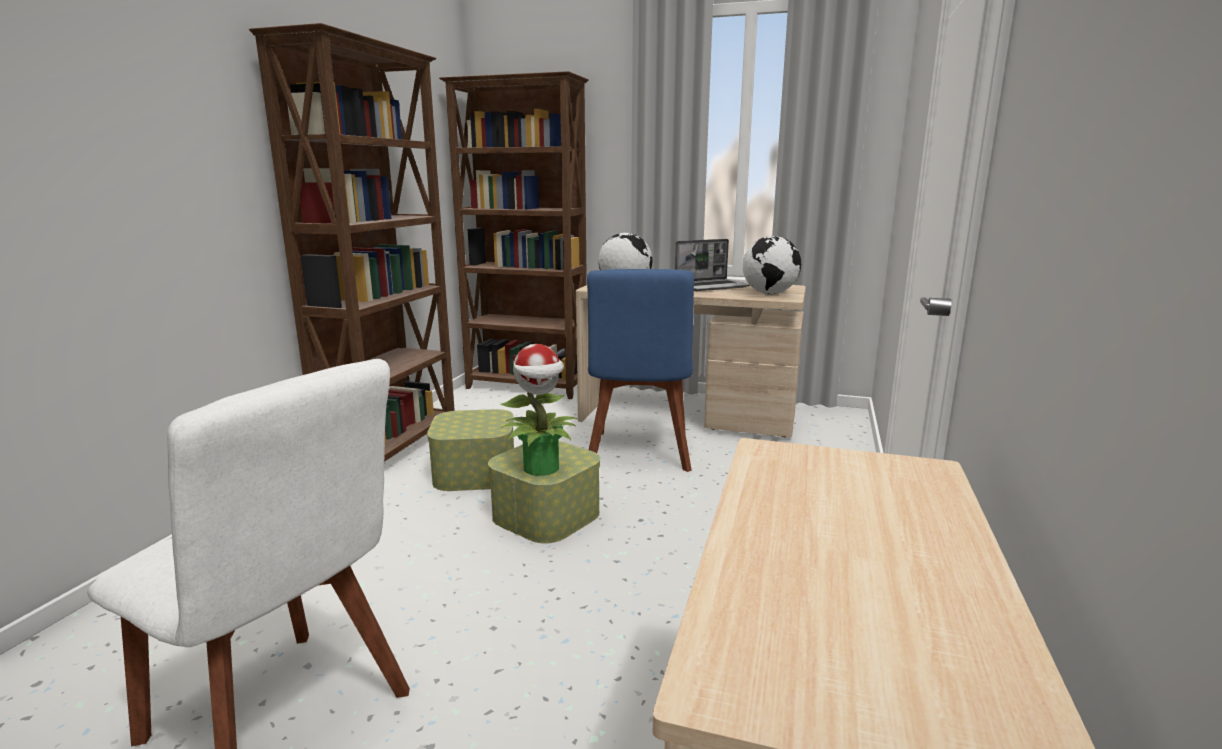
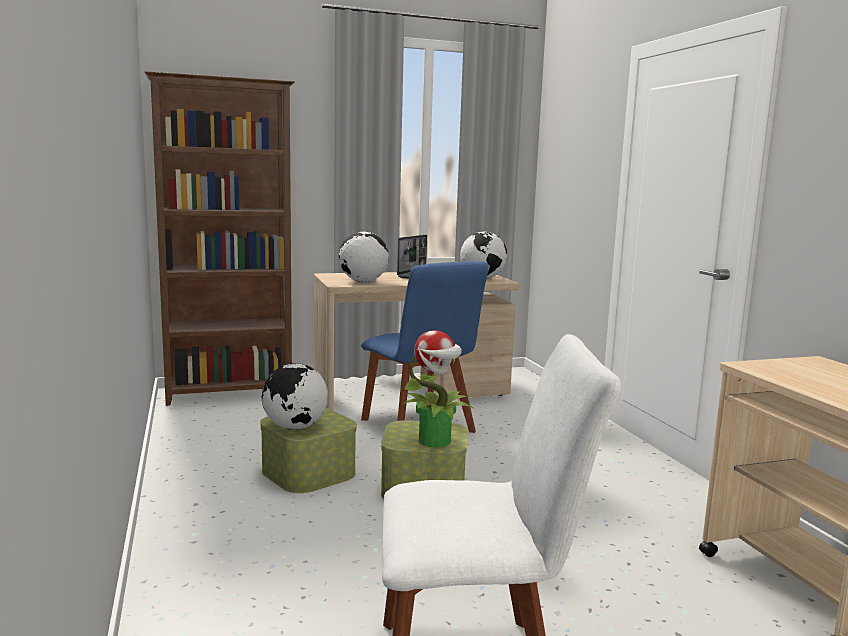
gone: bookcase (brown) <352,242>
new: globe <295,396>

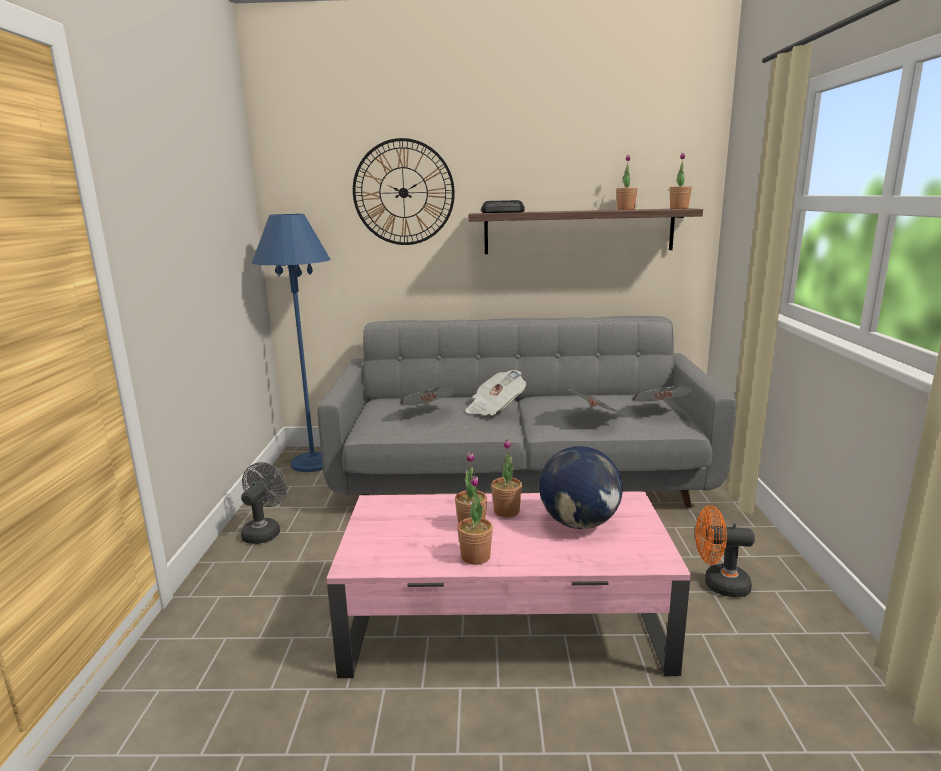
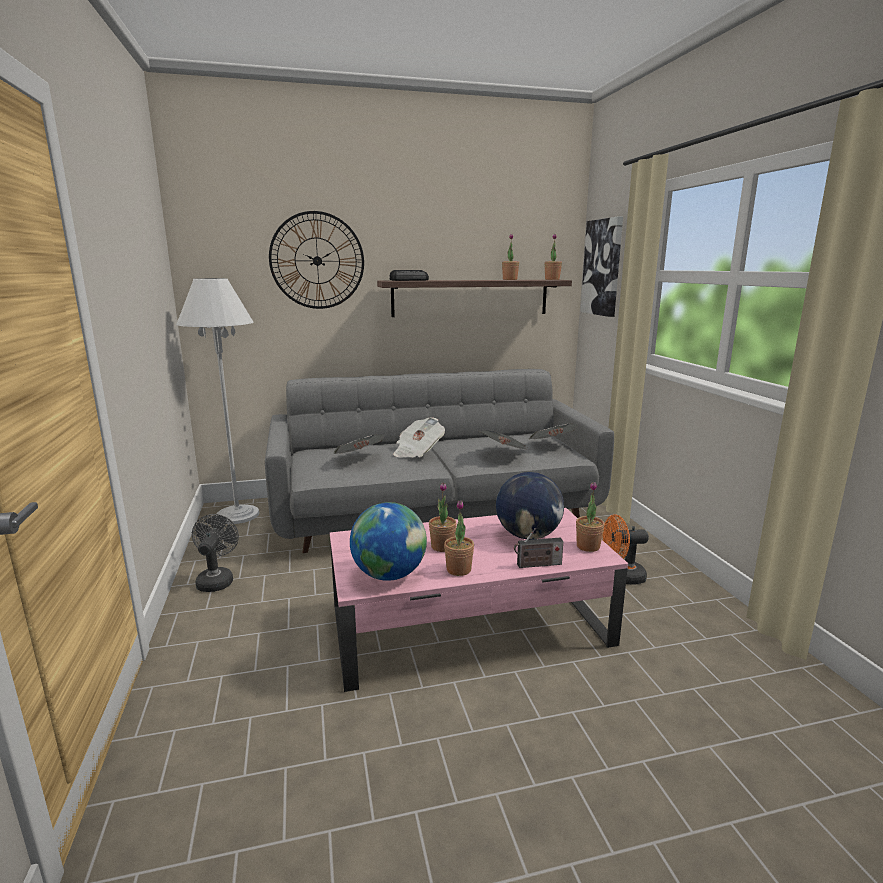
new: globe <388,541>; radio <538,548>; picture <601,266>
shifted: potted plant <506,478> to <590,517>
repainted: floor lamp (blue) <291,343> to floor lamp (white) <217,401>

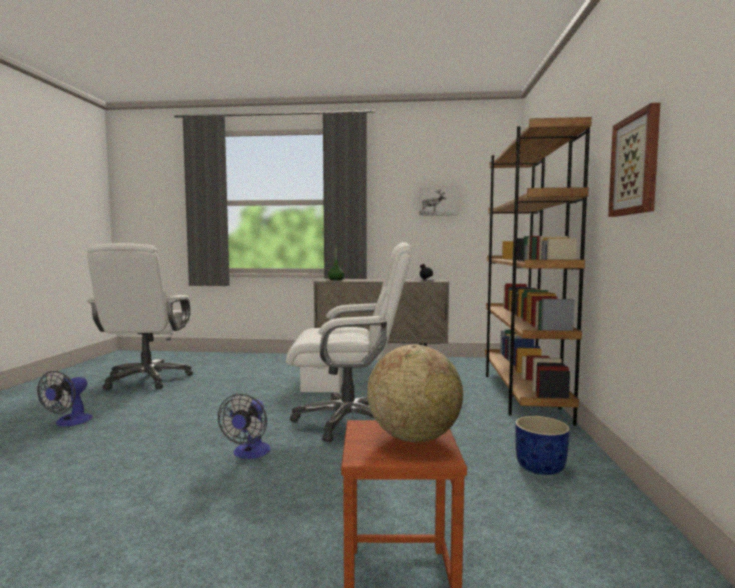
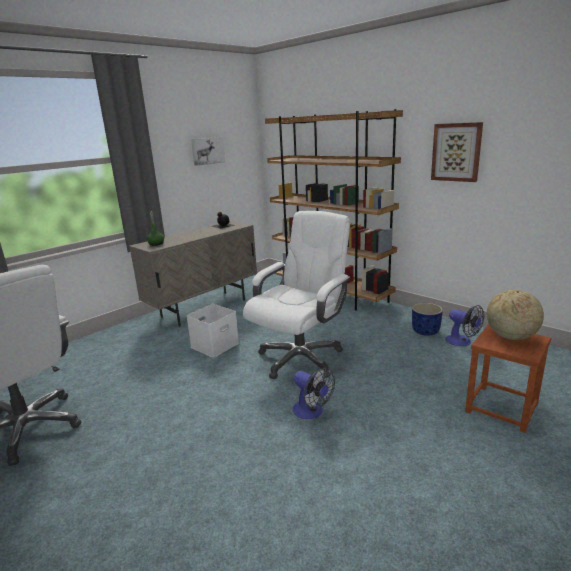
shifted: fan <64,398> to <464,325>

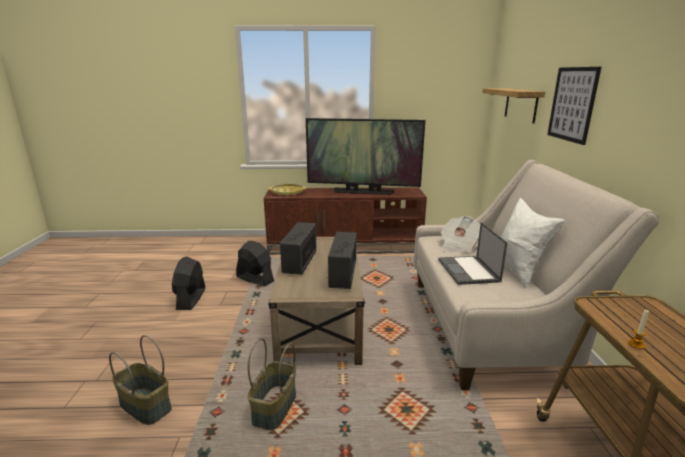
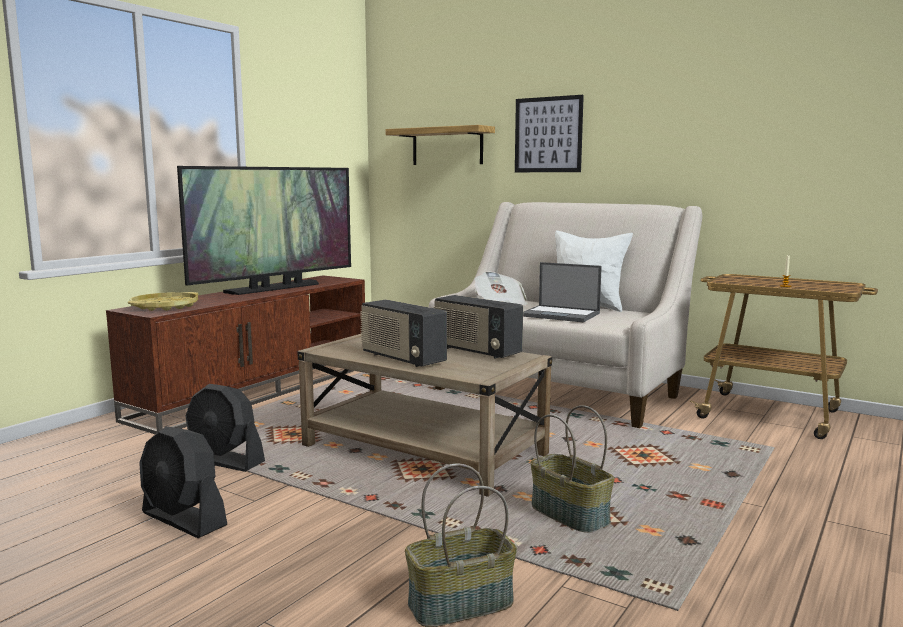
rotated: fan (black) <255,264> = <225,428> 135 degrees counterclockwise

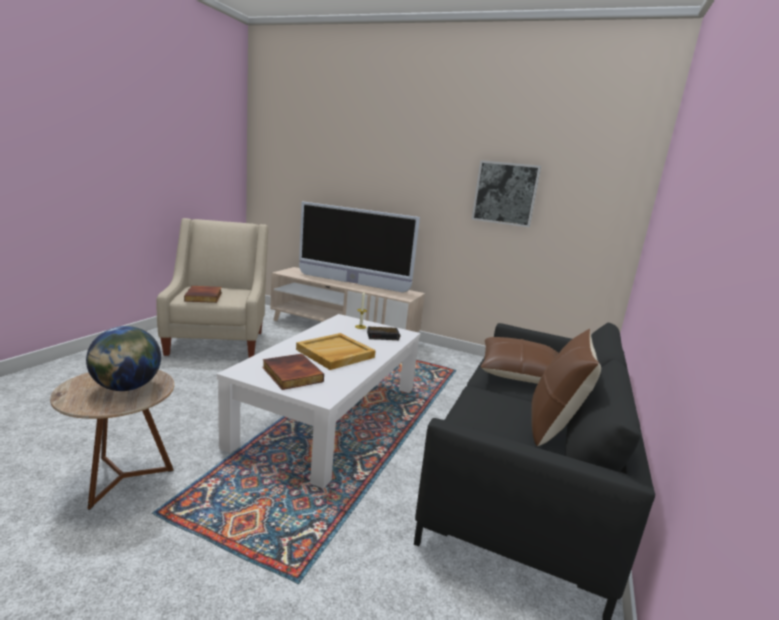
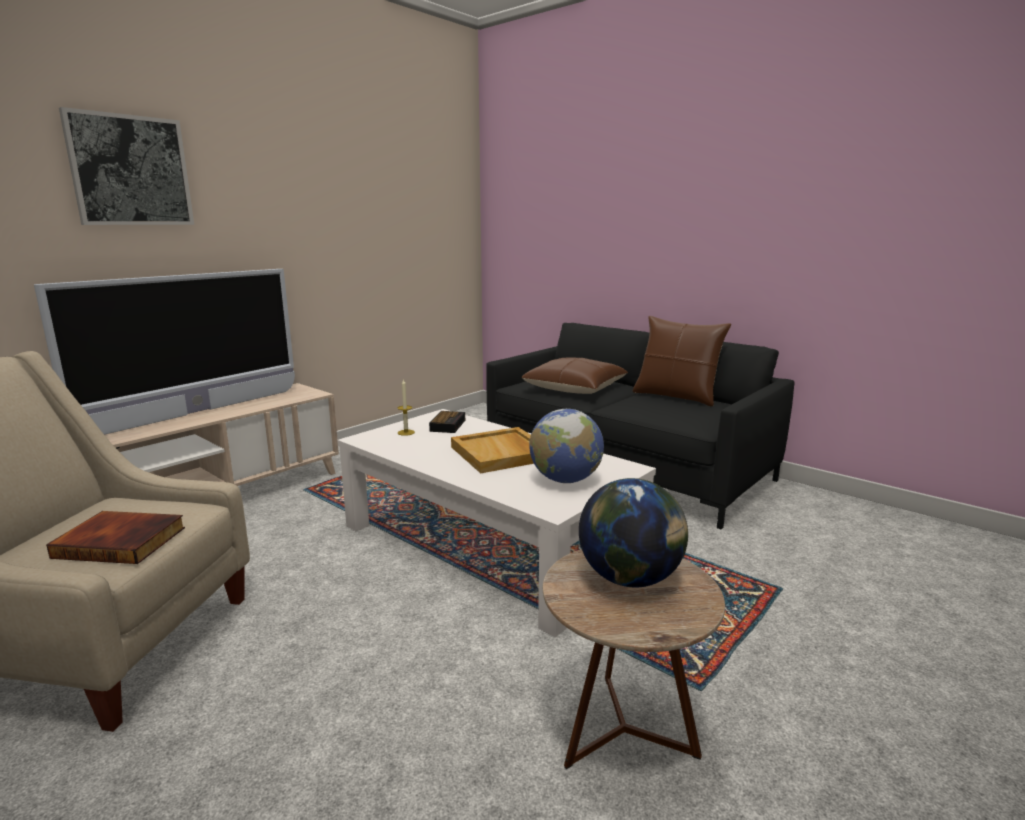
shifted: picture <506,193> to <126,166>
swapped: book <293,372> to globe <566,446>

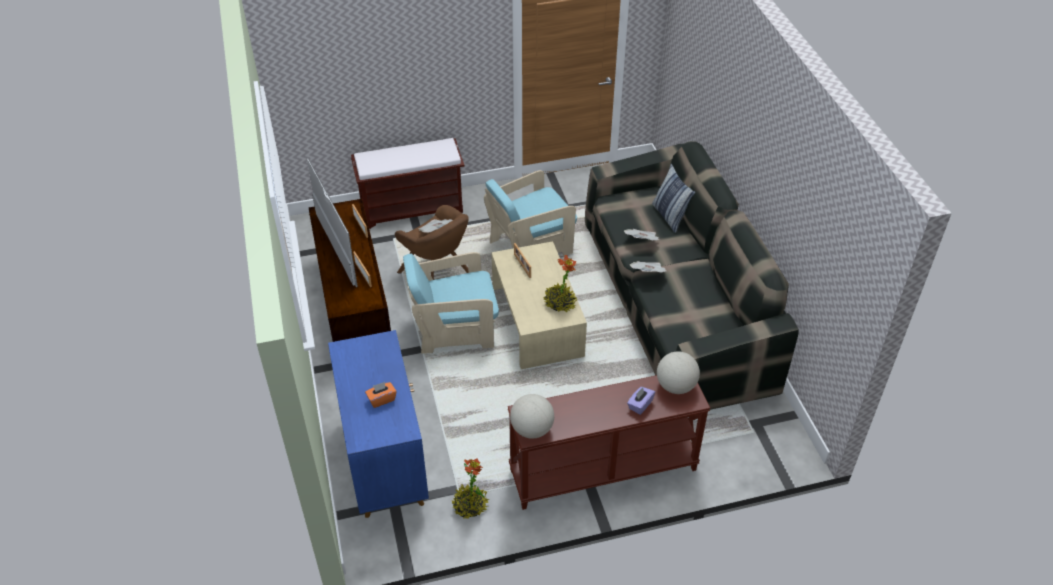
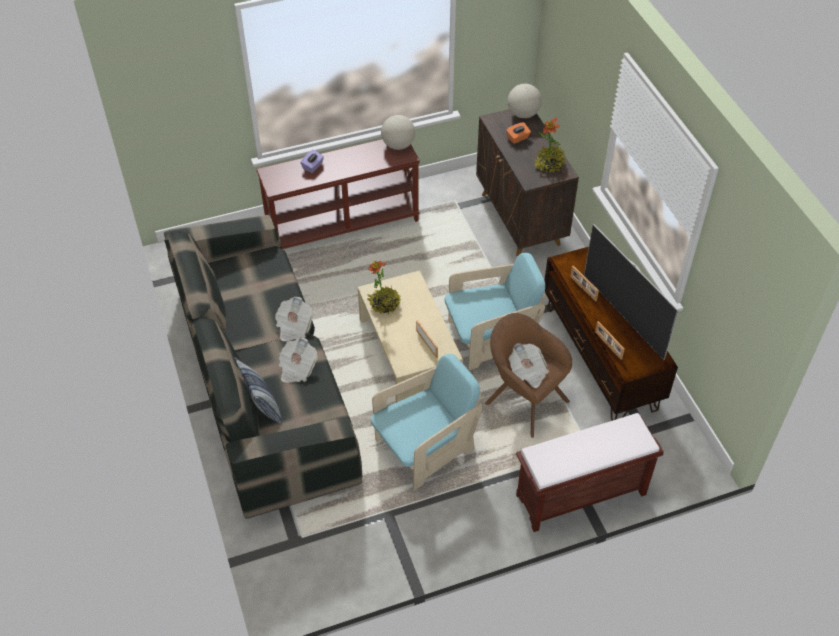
shifted: globe <678,372> to <525,101>; potted plant <470,489> to <550,145>
repainted: cabinet (blue) <378,424> to cabinet (brown) <527,183>

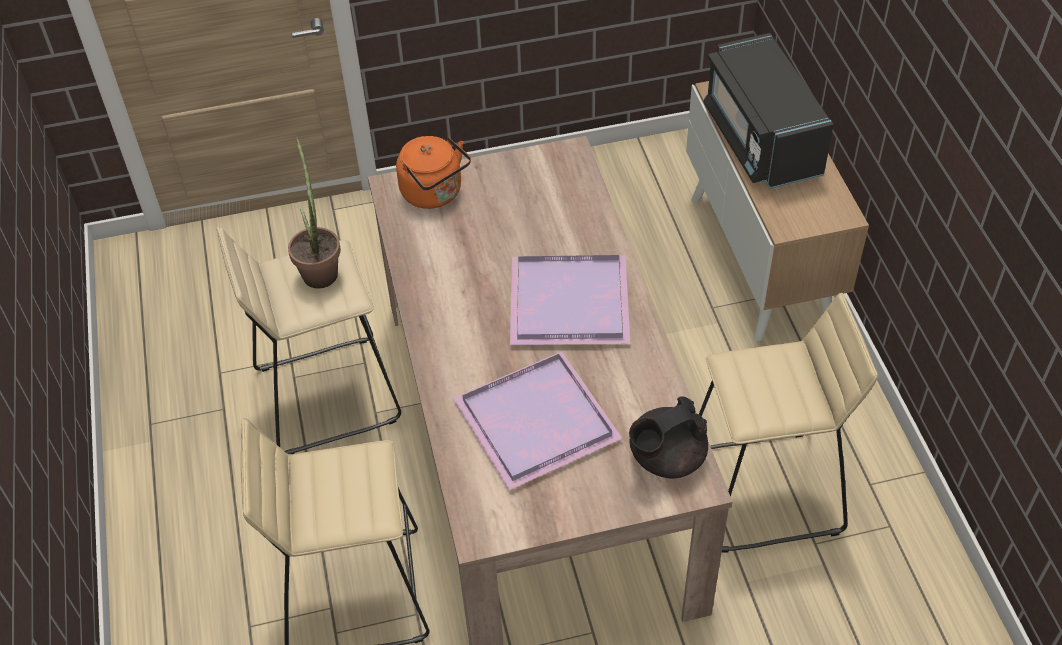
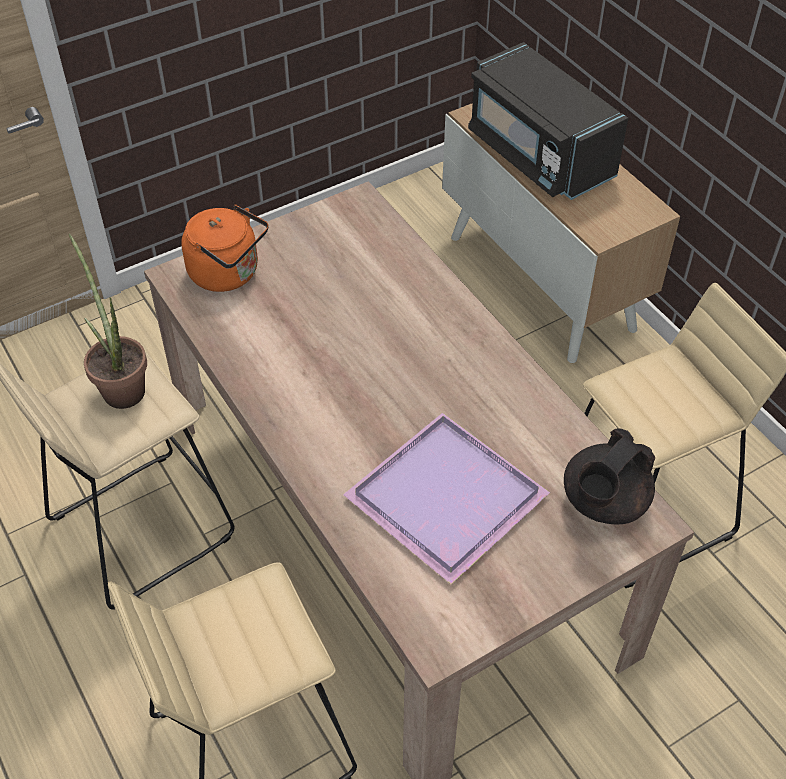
gone: tray (purple) <570,300>

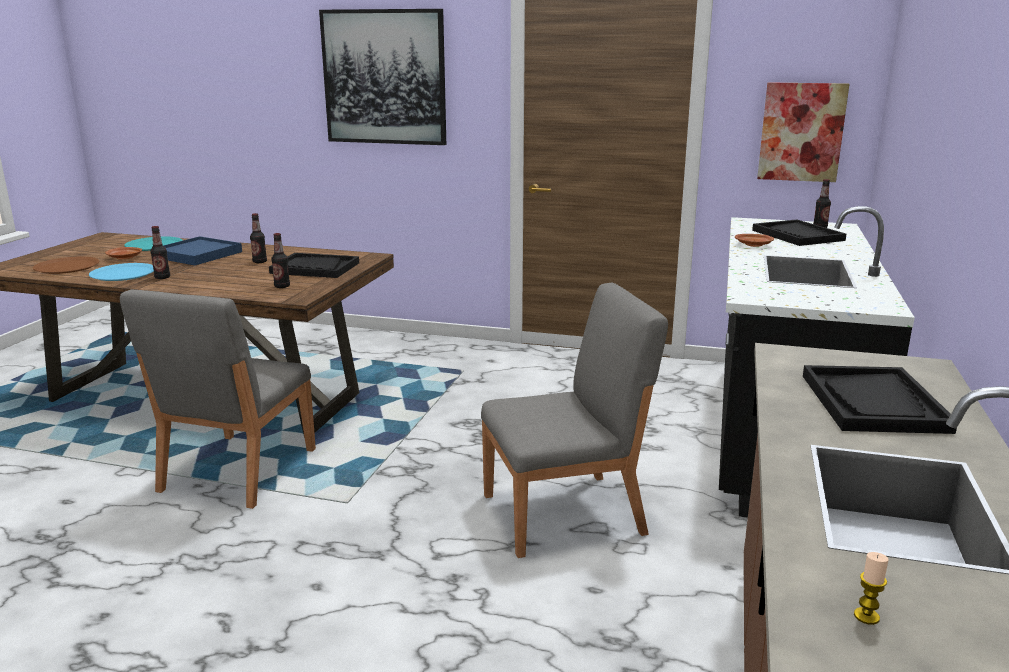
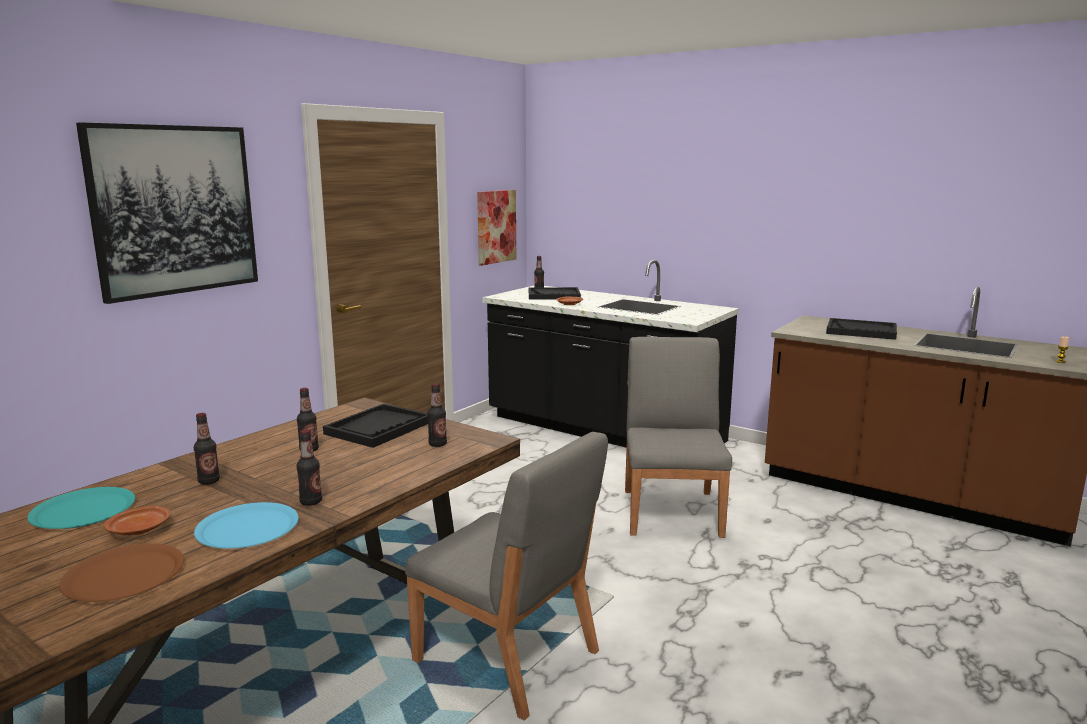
swapped: tray (blue) <202,250> to bottle <207,449>

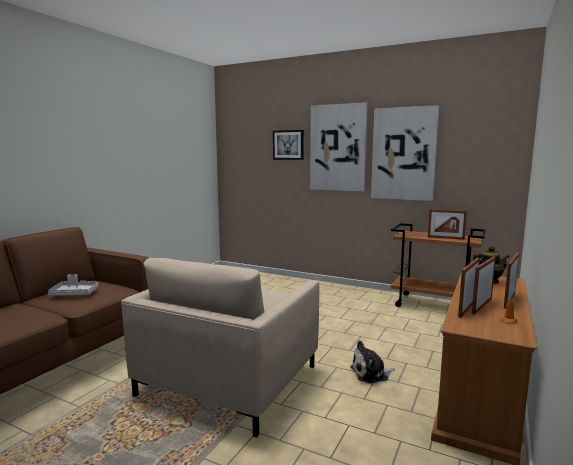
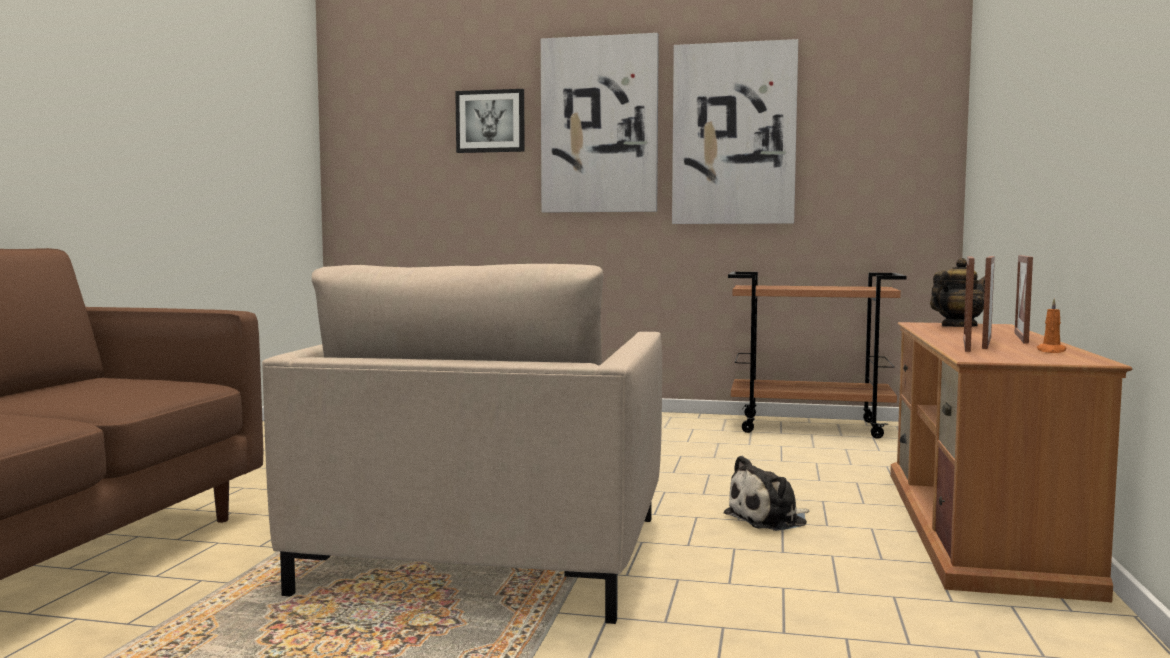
gone: tray (grey) <73,284>; picture frame <447,224>

